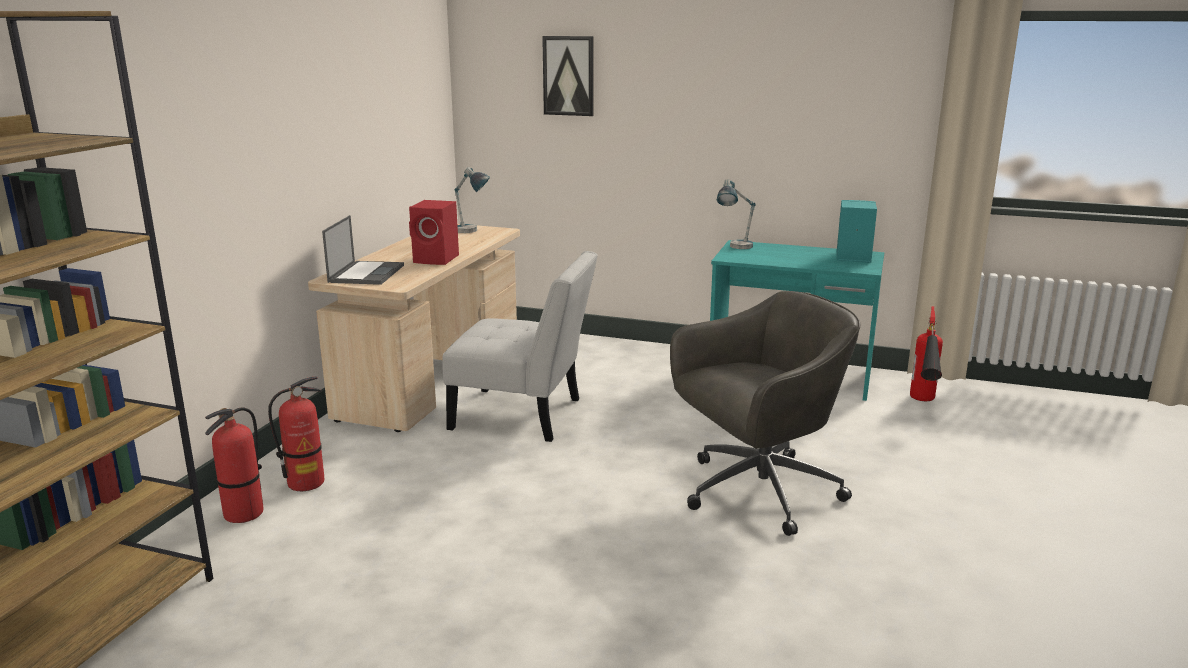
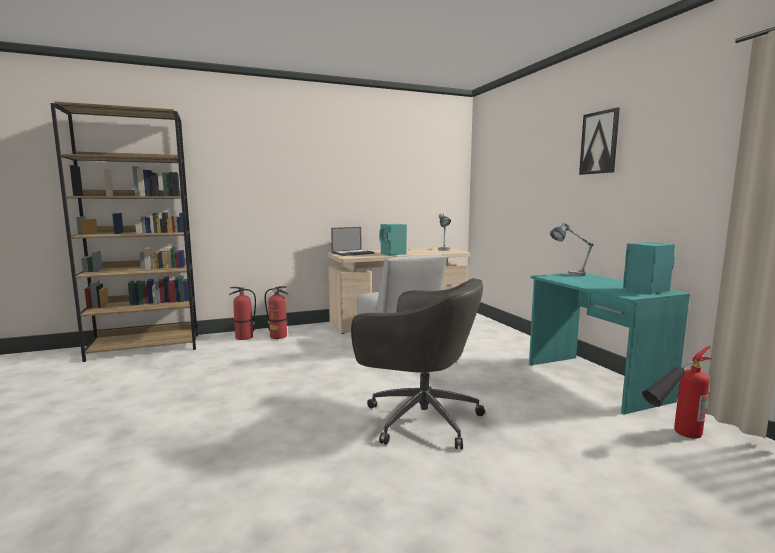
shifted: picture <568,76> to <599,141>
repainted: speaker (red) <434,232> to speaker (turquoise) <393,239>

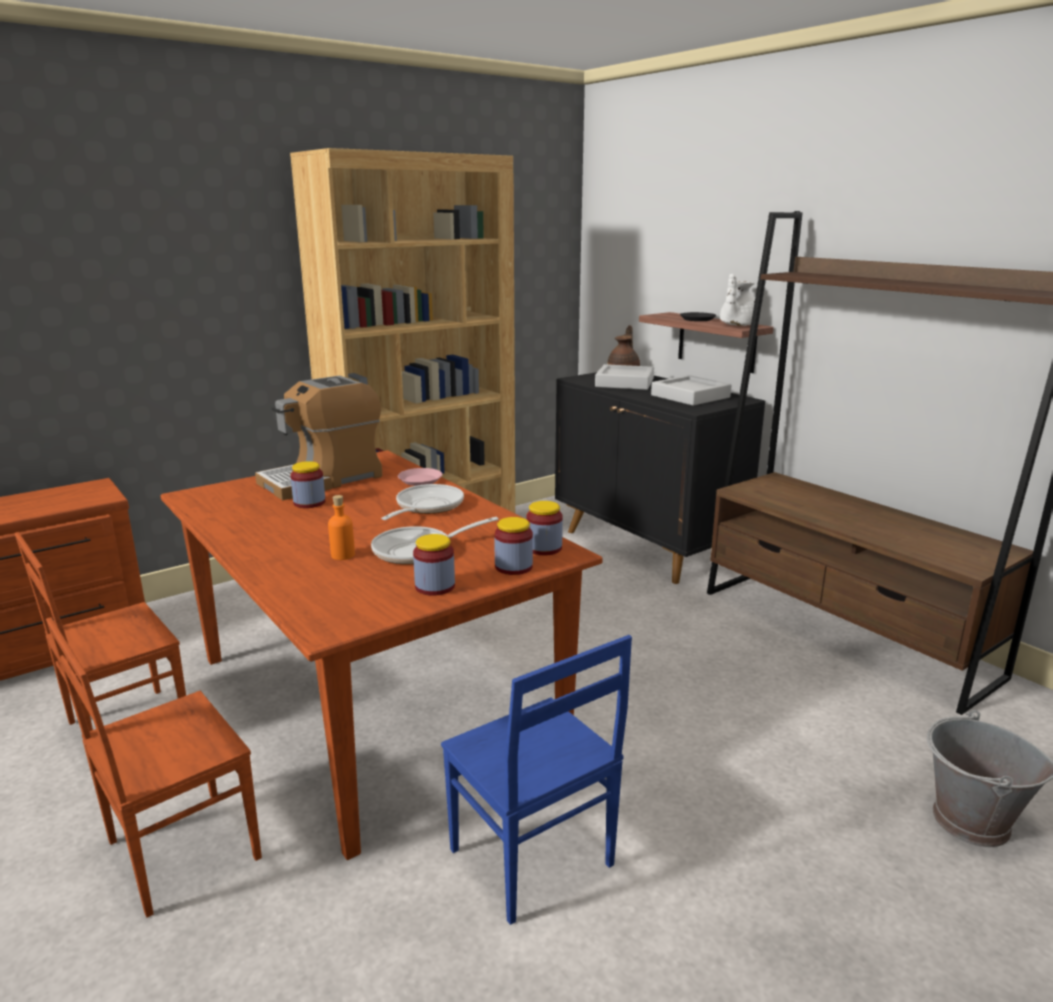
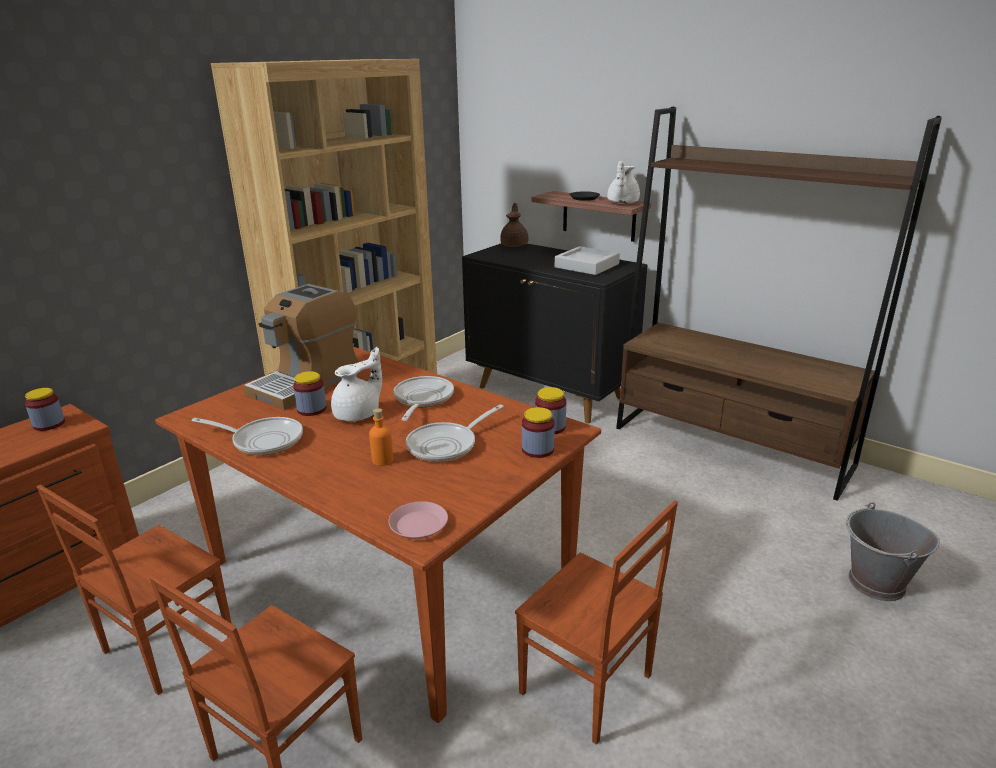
gone: tray (grey) <624,377>
new: frying pan <247,436>; teapot (white) <356,384>
shifted: jar <434,565> to <45,409>; plate (pink) <420,477> to <418,520>
repainted: chair (blue) <536,780> to chair (brown) <596,623>

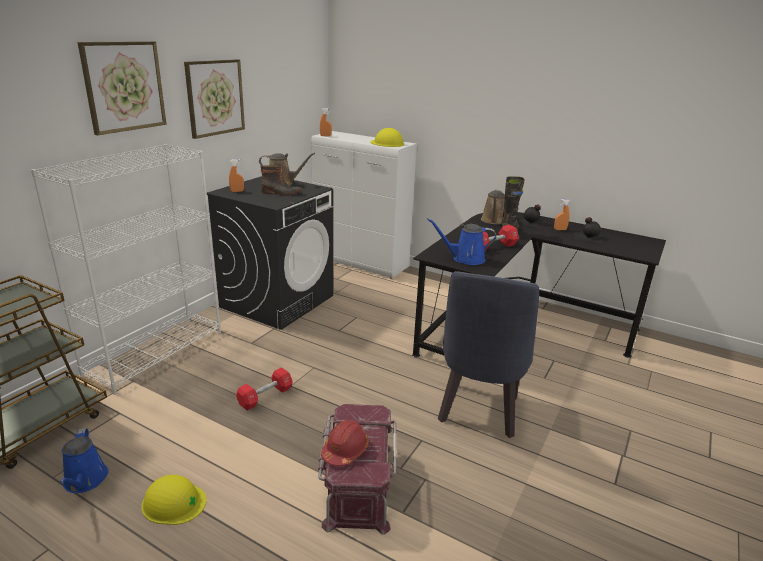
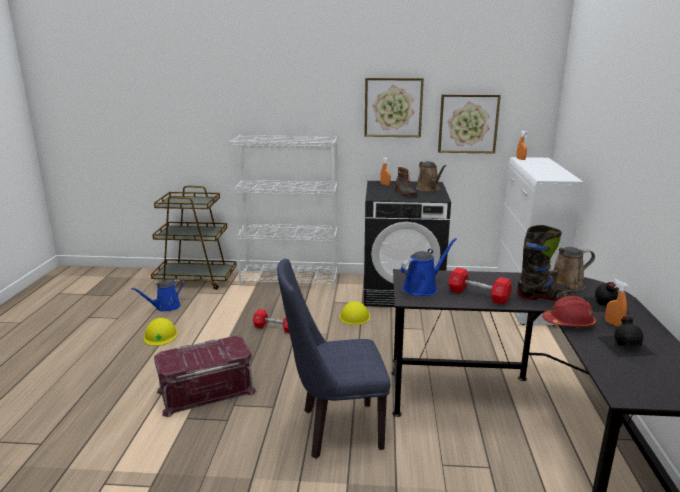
shifted: hard hat (yellow) <387,137> to <355,313>; picture <122,88> to <469,123>; hard hat (red) <345,443> to <569,311>
rotated: watering can (blue) <461,241> = <429,267> 75 degrees clockwise

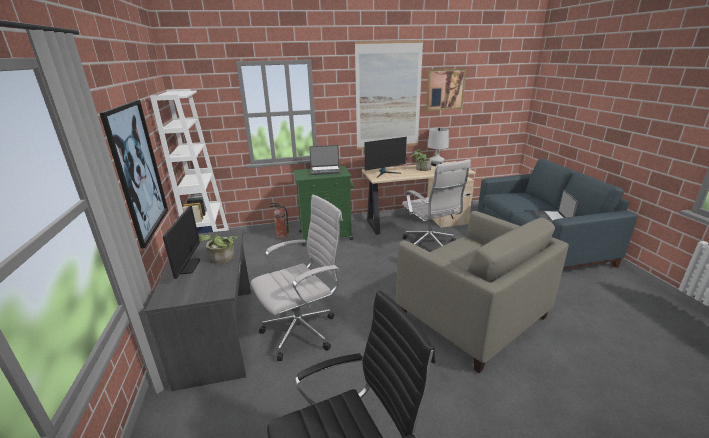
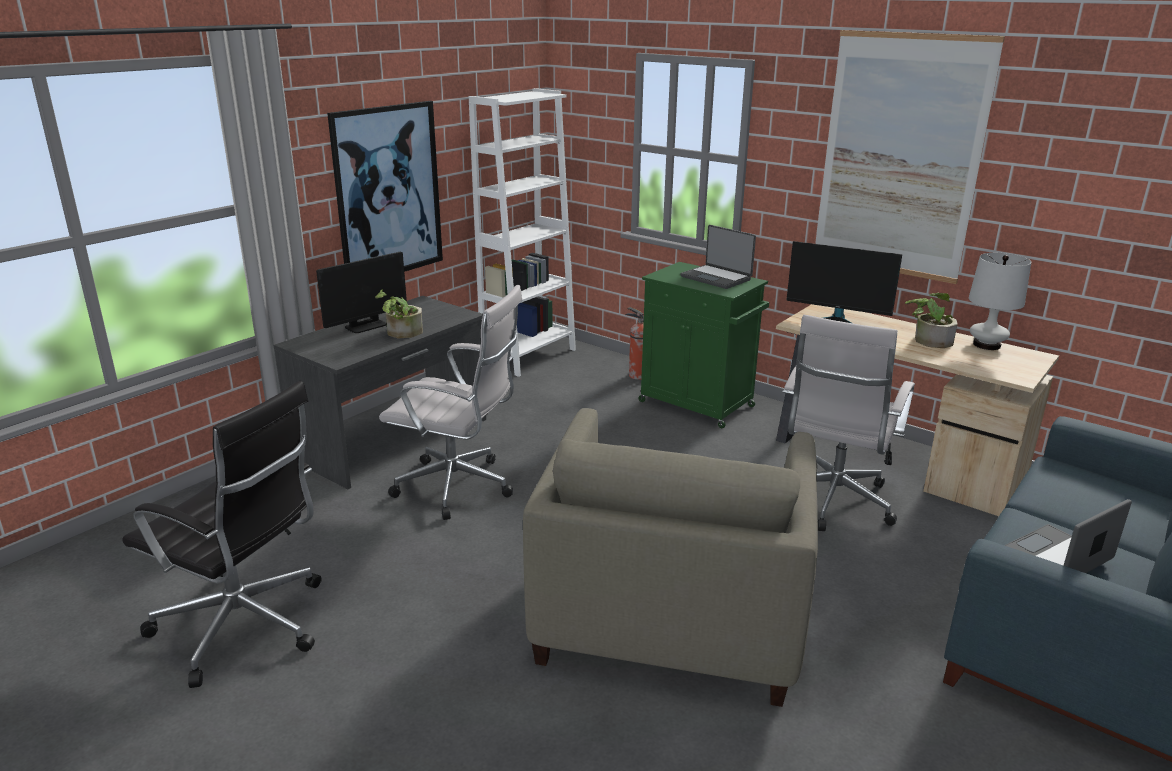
gone: picture <446,89>

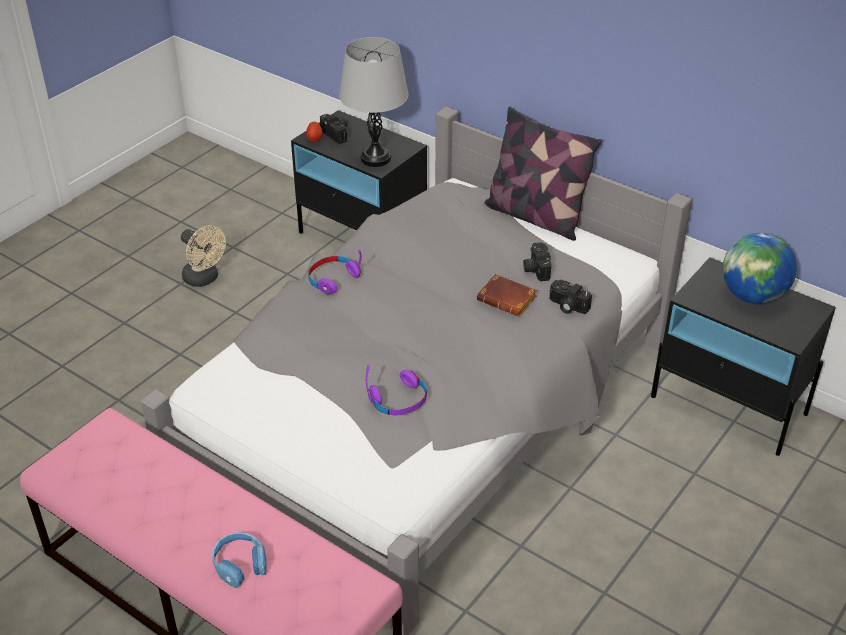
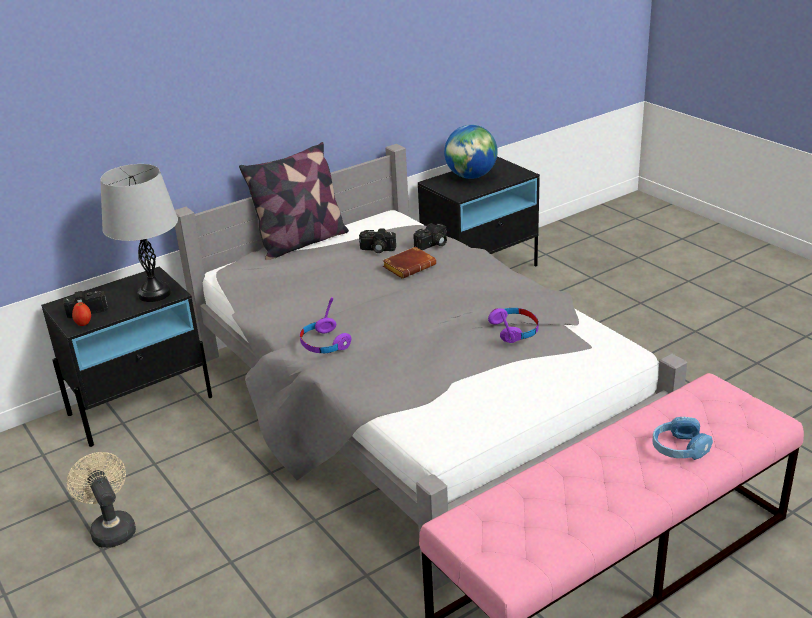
rotated: fan (beige) <203,256> = <101,500> 90 degrees counterclockwise

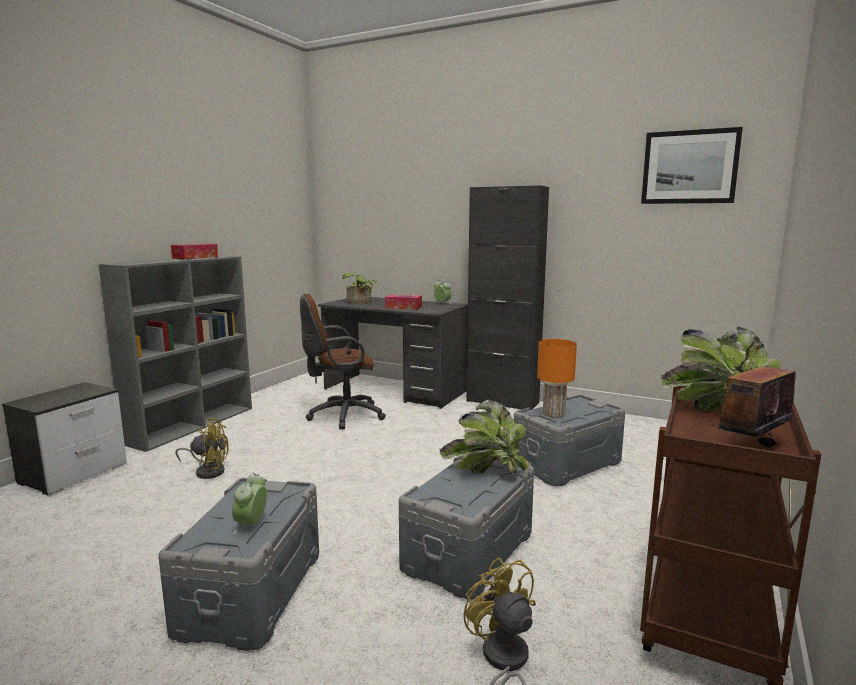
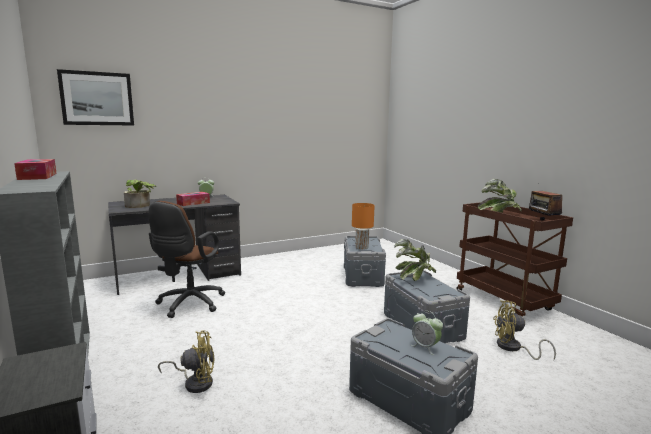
gone: cabinet (black) <507,297>
shifted: picture <692,165> to <95,97>
rotated: fan (yellow) <202,448> = <186,361> 45 degrees clockwise

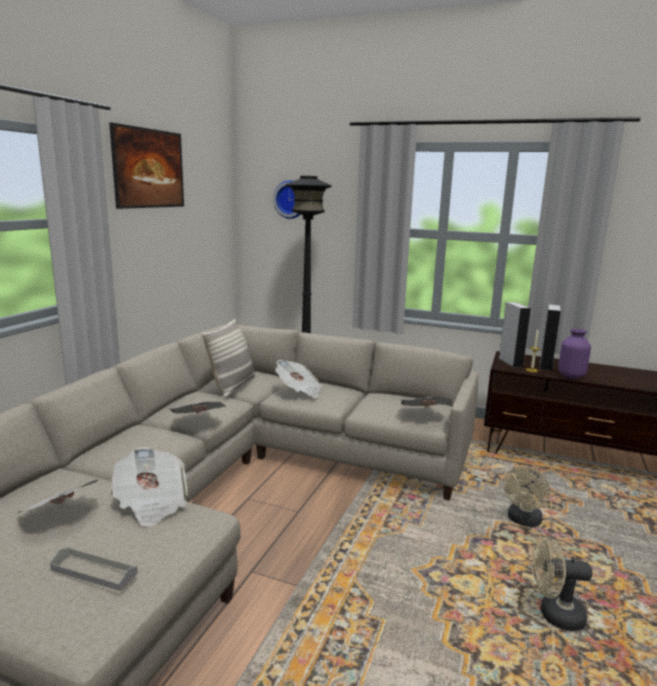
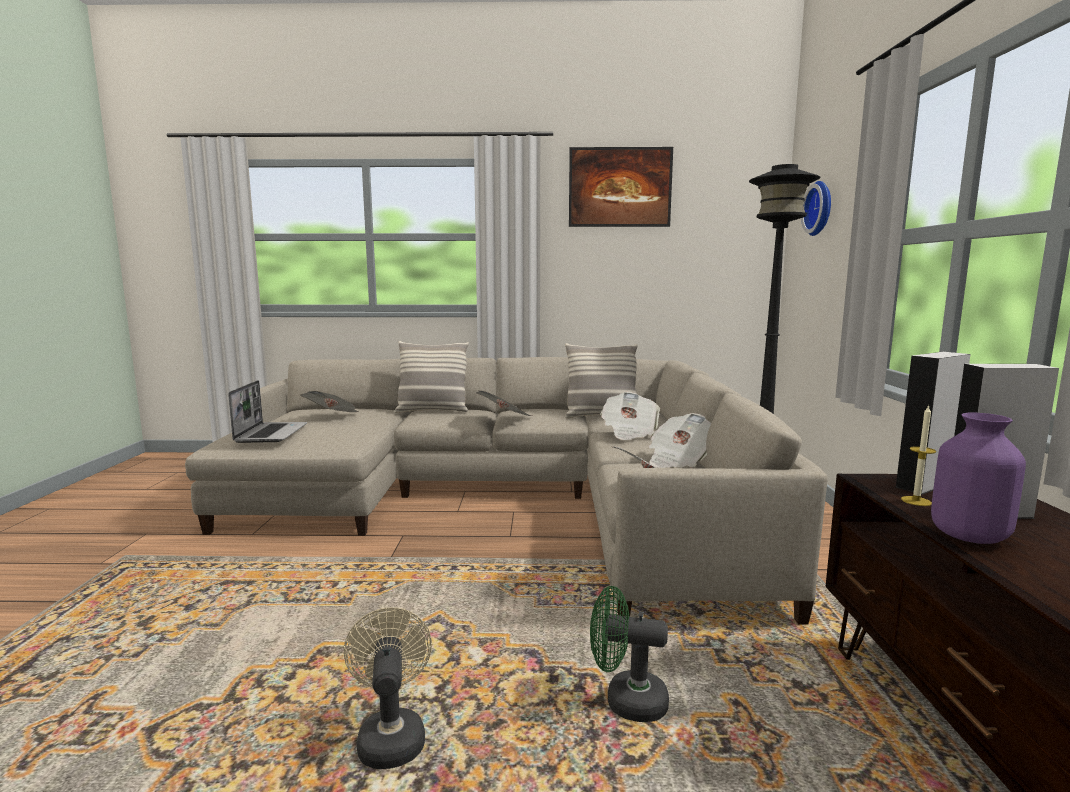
new: pillow <431,377>
shifted: newspaper <149,487> to <680,440>
swapped: tray (grey) <94,569> to laptop <267,411>
repainted: fan (beige) <526,496> to fan (green) <629,654>

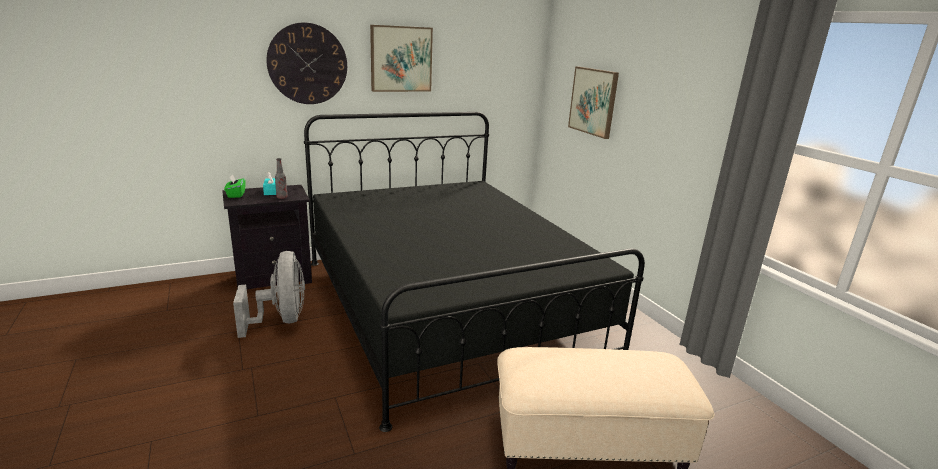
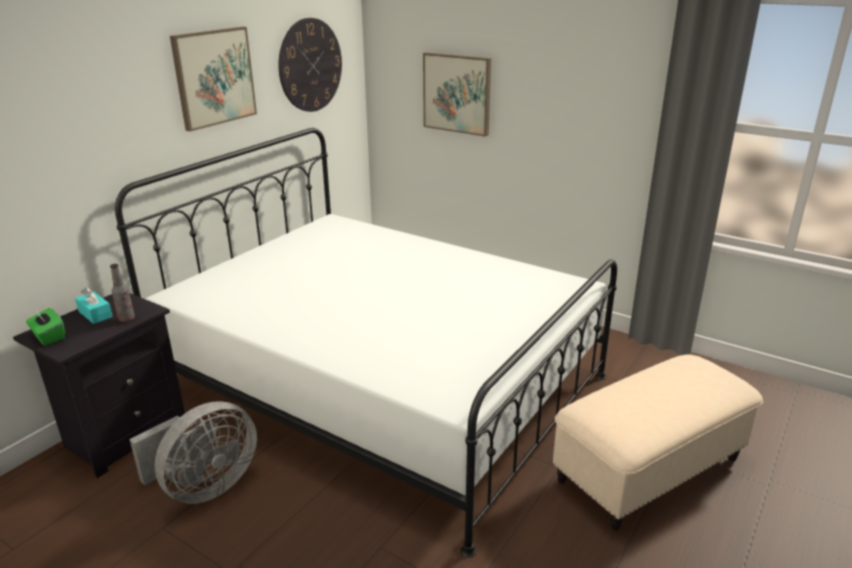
shifted: wall clock <307,63> to <310,65>
repainted: bed (black) <474,272> to bed (white) <366,343>
rotated: fan (grey) <269,294> = <193,452> 90 degrees clockwise

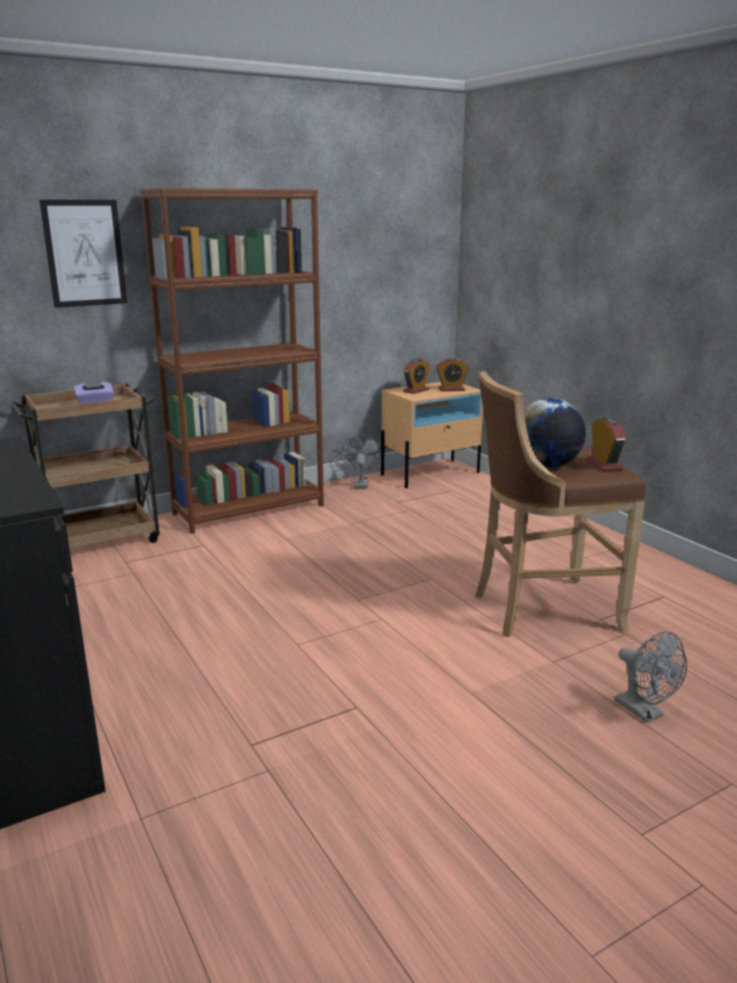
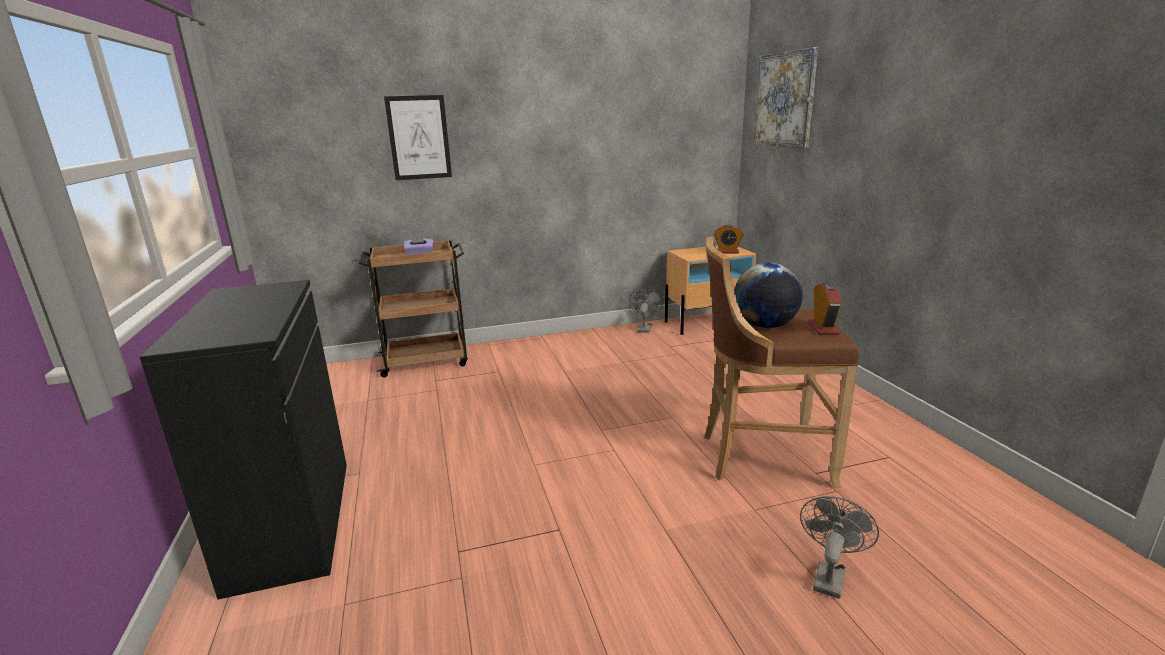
gone: bookcase (brown) <232,361>; alarm clock <416,376>
new: picture <786,97>
rotated: fan (grey) <651,677> = <839,547> 135 degrees counterclockwise

